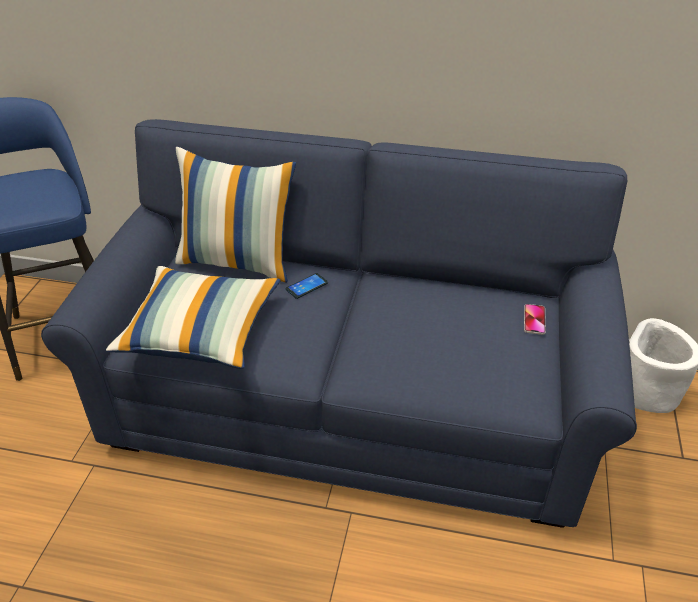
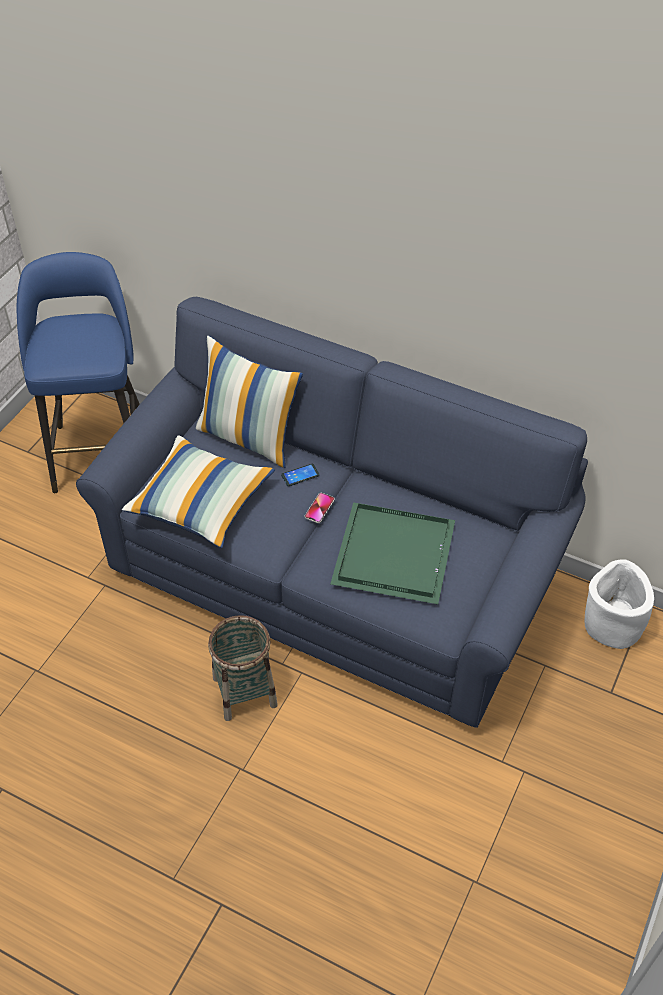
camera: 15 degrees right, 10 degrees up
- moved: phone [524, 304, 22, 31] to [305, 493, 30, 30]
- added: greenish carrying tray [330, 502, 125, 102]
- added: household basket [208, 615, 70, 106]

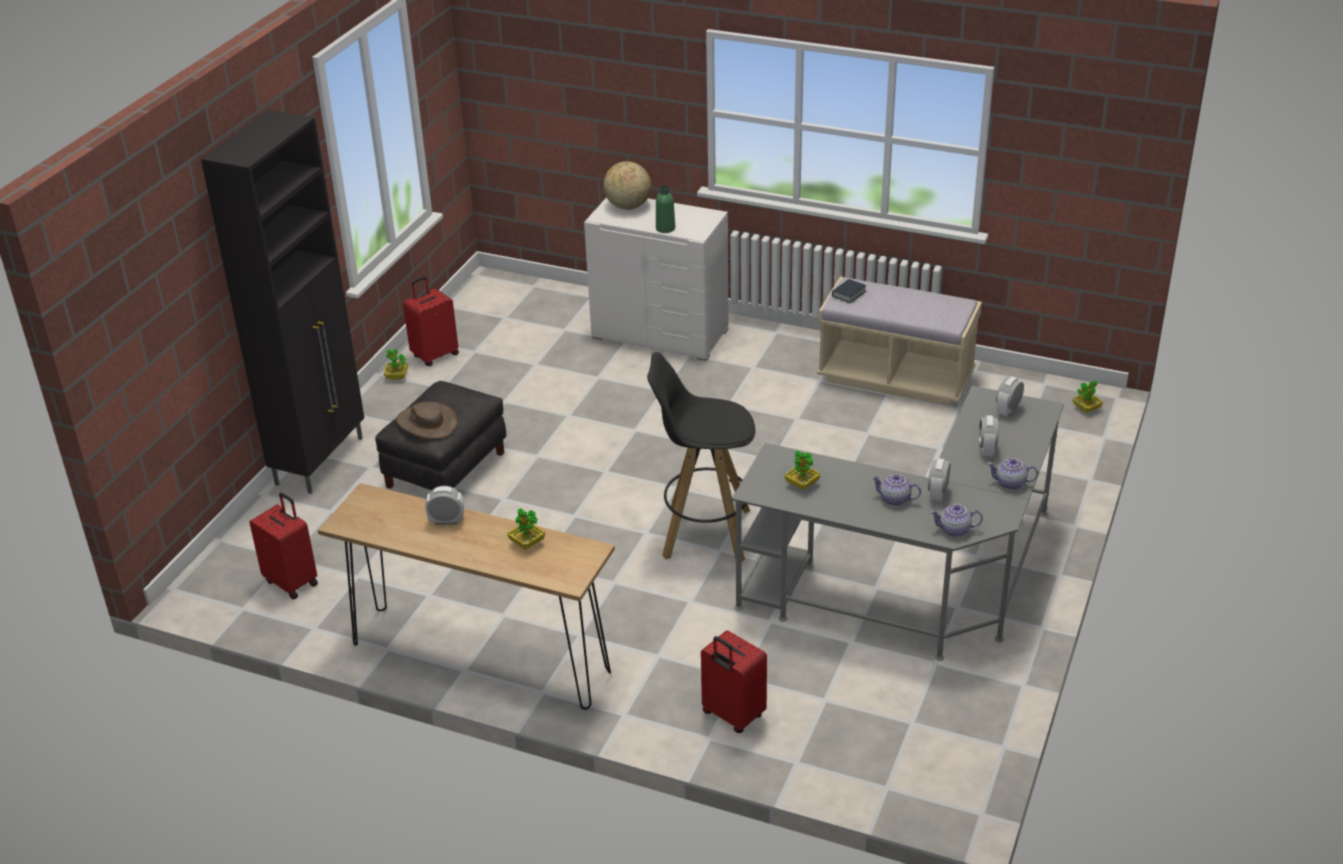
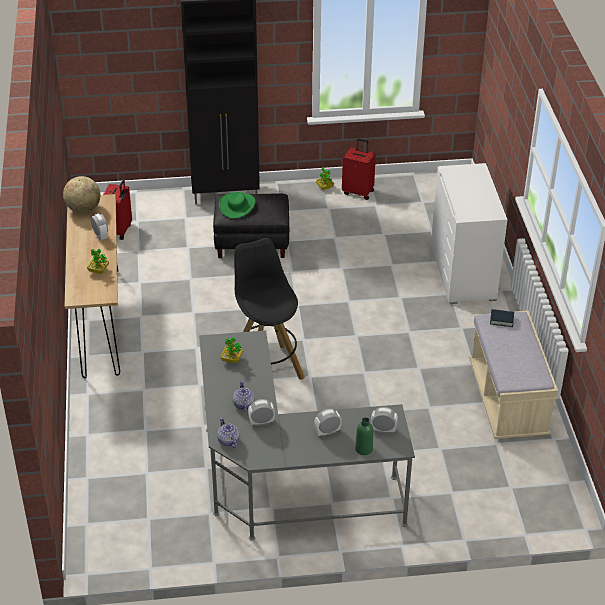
camera: 60 degrees right, 5 degrees up
- moved: desk globe [603, 161, 48, 49] to [63, 176, 37, 37]
- moved: greenish drink bottle [656, 186, 19, 47] to [355, 417, 18, 38]
- removed: houseplant [1073, 380, 30, 33]
- recoloured: brownish wearable hat [396, 402, 61, 37] to greenish wearable hat [219, 192, 37, 27]
- removed: pot for tea [987, 458, 51, 32]
- removed: red-coloured travel case [701, 630, 66, 103]

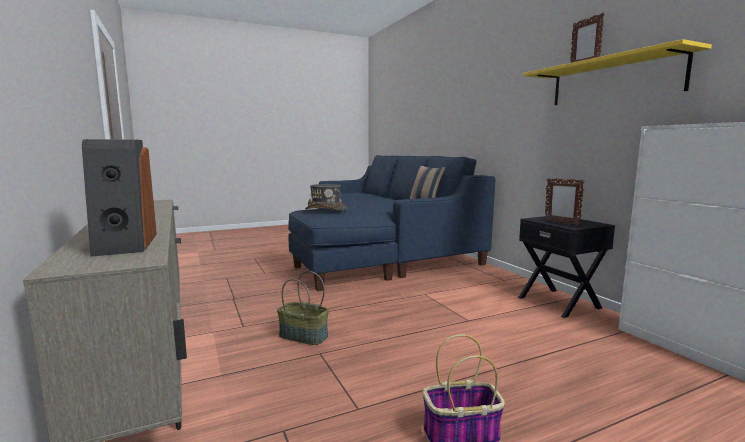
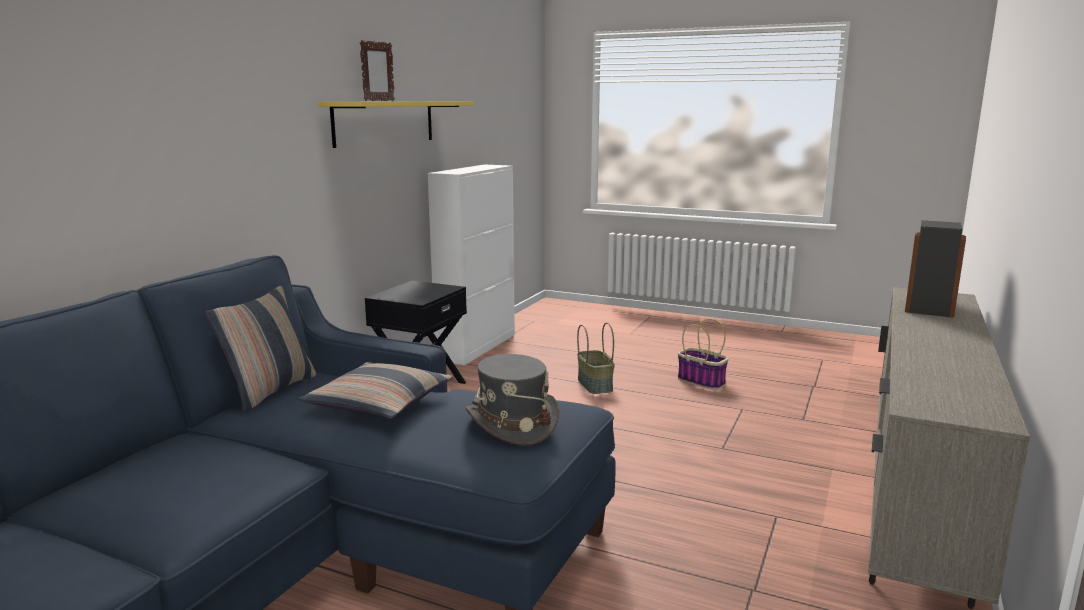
camera: 130 degrees left, 5 degrees up
- removed: standing frame [545, 178, 39, 48]
- moved: household basket [277, 271, 52, 74] to [577, 322, 38, 72]
- added: throw pillow [298, 362, 155, 57]

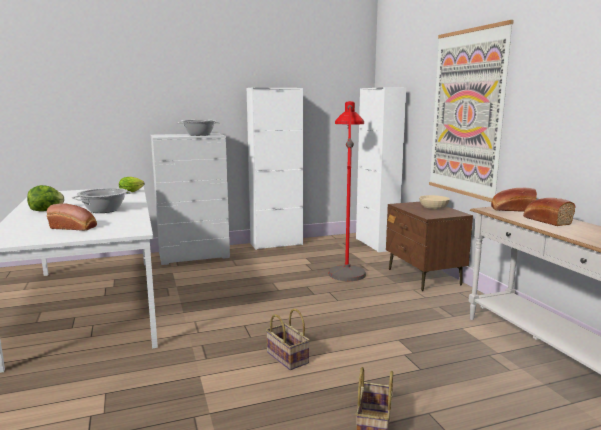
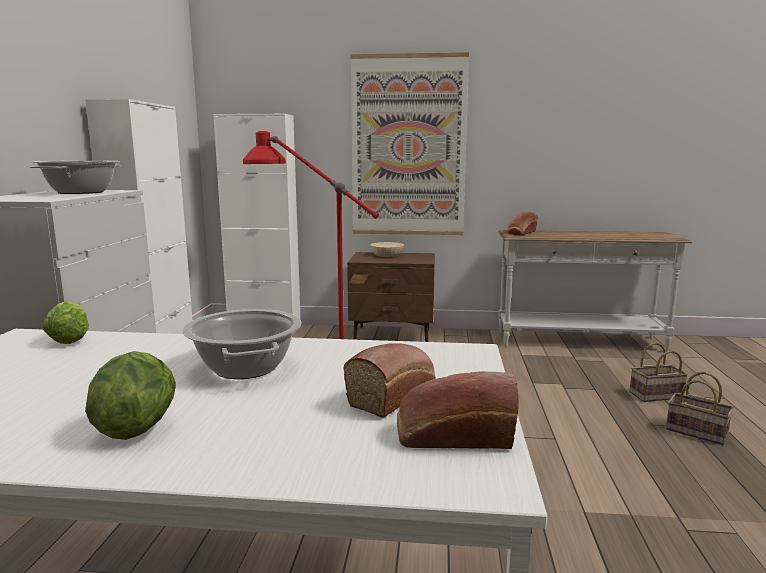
camera: 65 degrees left, 0 degrees up
- moved: bread [523, 198, 53, 28] to [397, 371, 122, 78]
- moved: household basket [266, 308, 44, 62] to [629, 342, 59, 60]

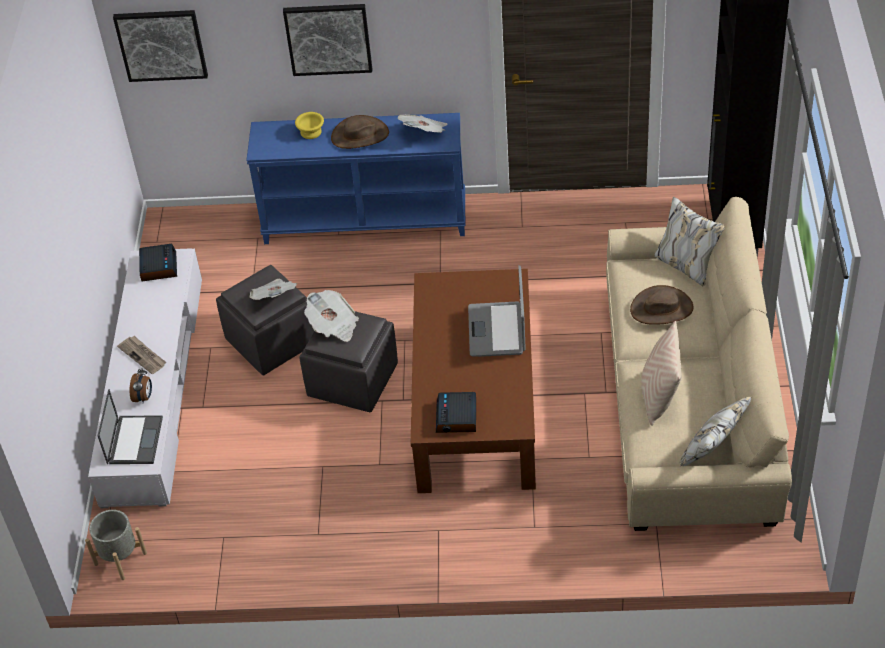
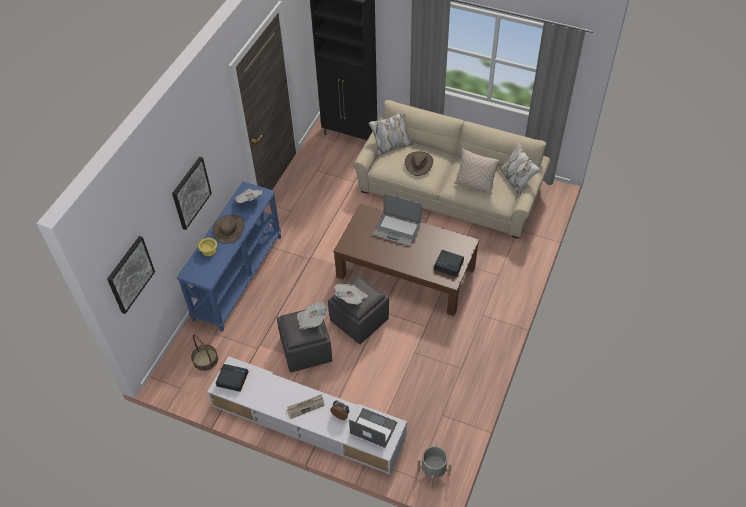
camera: 70 degrees left, 5 degrees up
- added: household basket [191, 335, 27, 36]

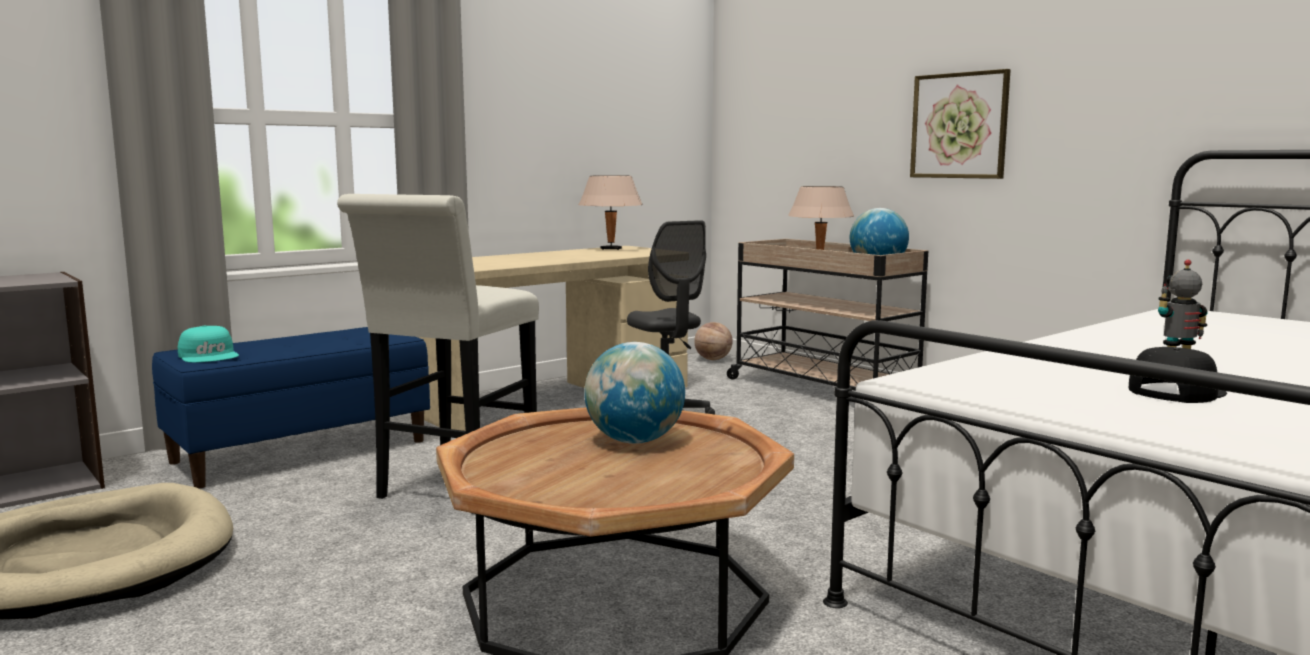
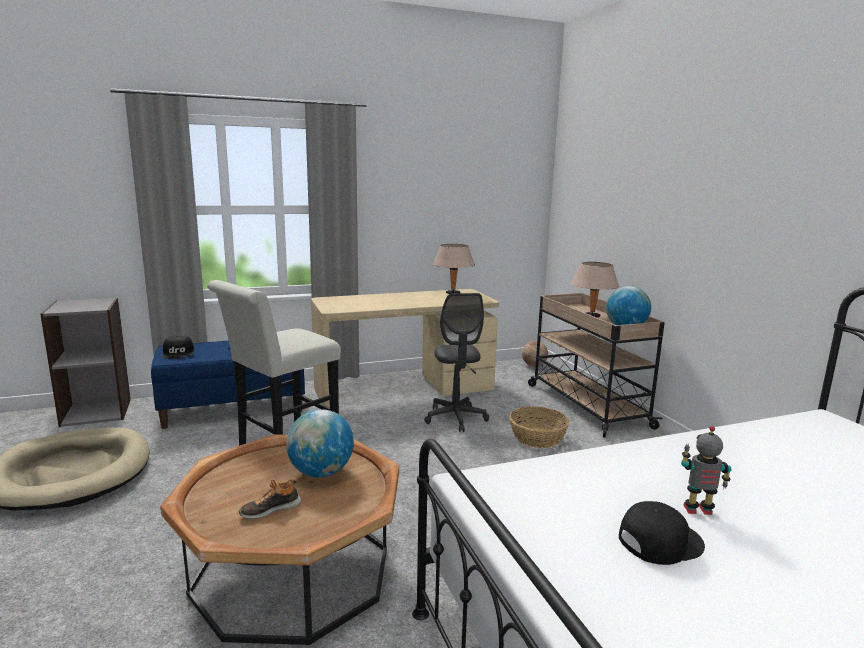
camera: 20 degrees right, 5 degrees up
- removed: wall picture [910, 69, 101, 110]
- recoloured: turquoise-coloured baseball cap [178, 325, 61, 38] to black baseball cap [162, 335, 32, 24]
- added: household basket [509, 406, 60, 42]
- added: low shoe [239, 479, 62, 40]

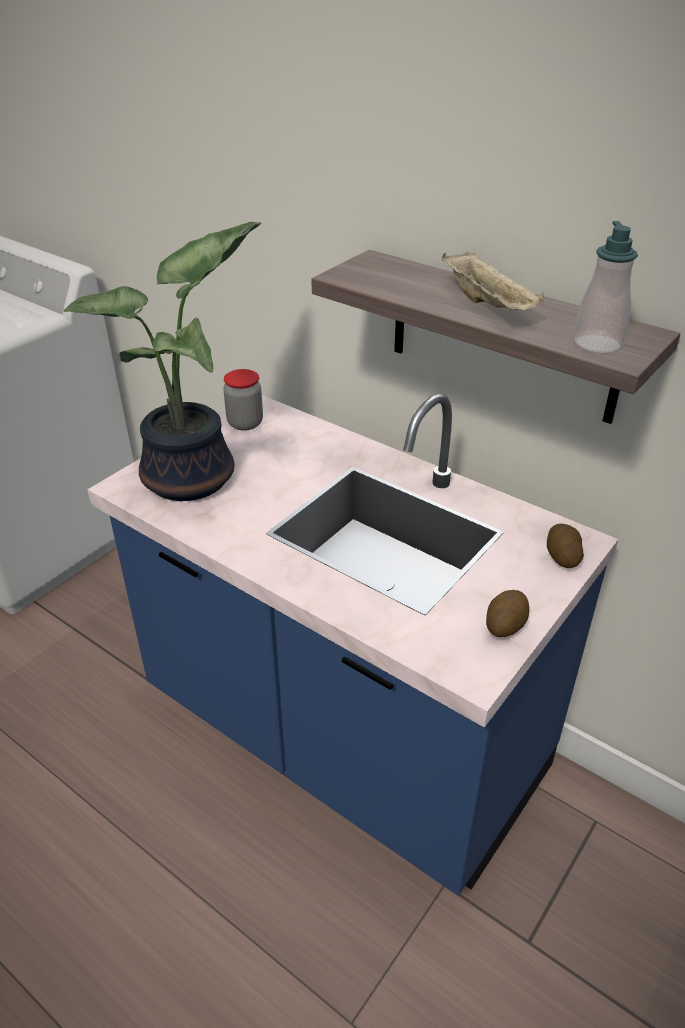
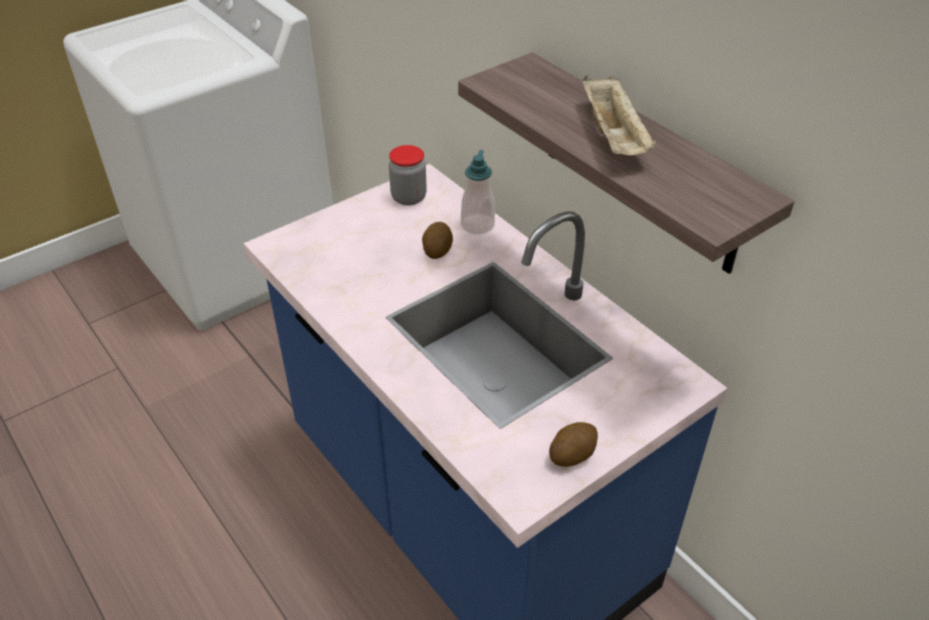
camera: 15 degrees right, 5 degrees up
- moved: liquid soap bottle [574, 221, 64, 132] to [461, 150, 34, 84]
- removed: houseplant [63, 222, 198, 279]
- moved: spud [547, 524, 37, 44] to [422, 222, 31, 37]

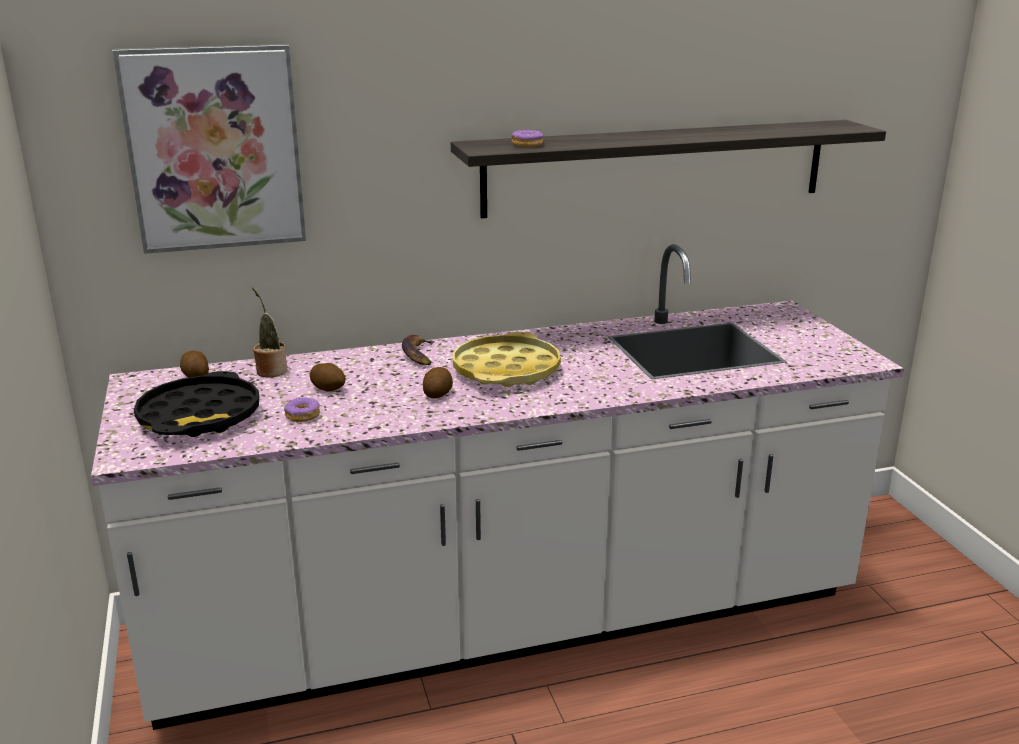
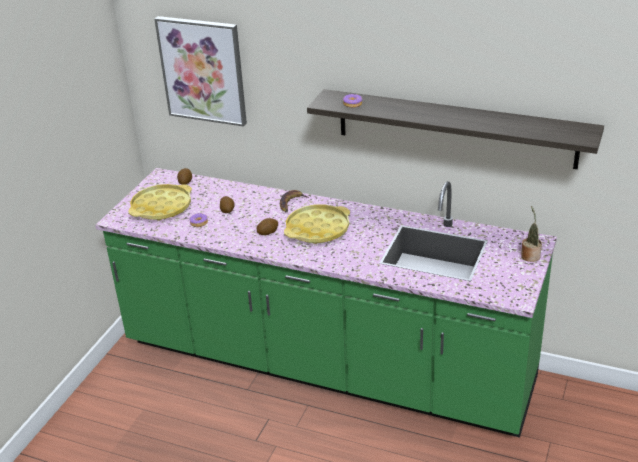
camera: 40 degrees right, 10 degrees up
- recoloured: white kitchen counter [91, 244, 813, 486] to greenish kitchen counter [95, 168, 462, 270]
- moved: houseplant [252, 287, 35, 90] to [521, 206, 21, 56]
- recoloured: black carrying tray [134, 371, 125, 66] to yellow carrying tray [128, 184, 64, 37]

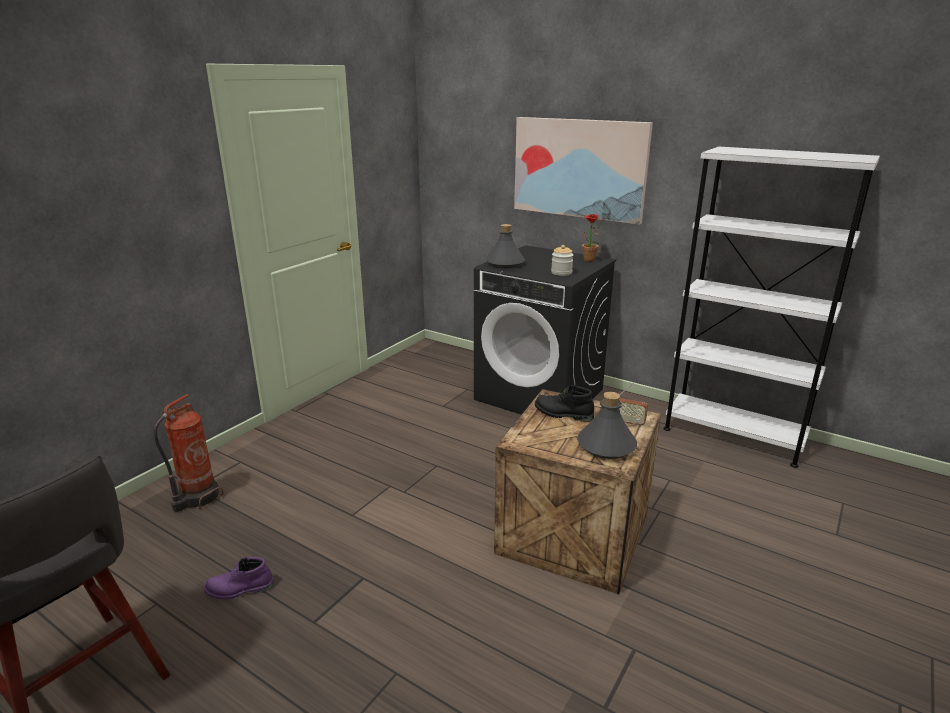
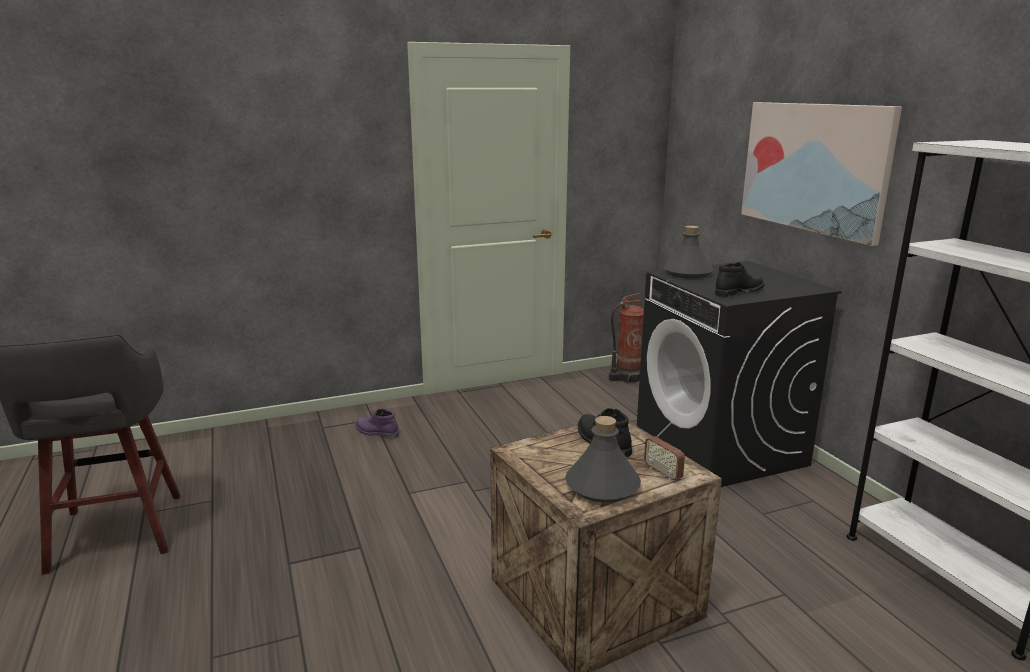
camera: 35 degrees right, 5 degrees down
- removed: houseplant [574, 214, 27, 47]
- replaced: preserve jar [551, 245, 22, 31] to black boot [715, 262, 50, 35]
- moved: fire extinguisher [154, 395, 70, 117] to [609, 293, 35, 91]
- moved: purplish boot [204, 557, 70, 42] to [355, 408, 44, 31]

